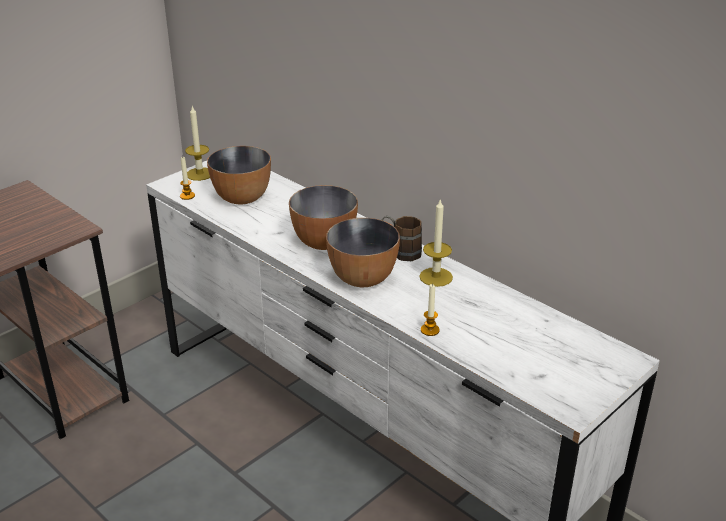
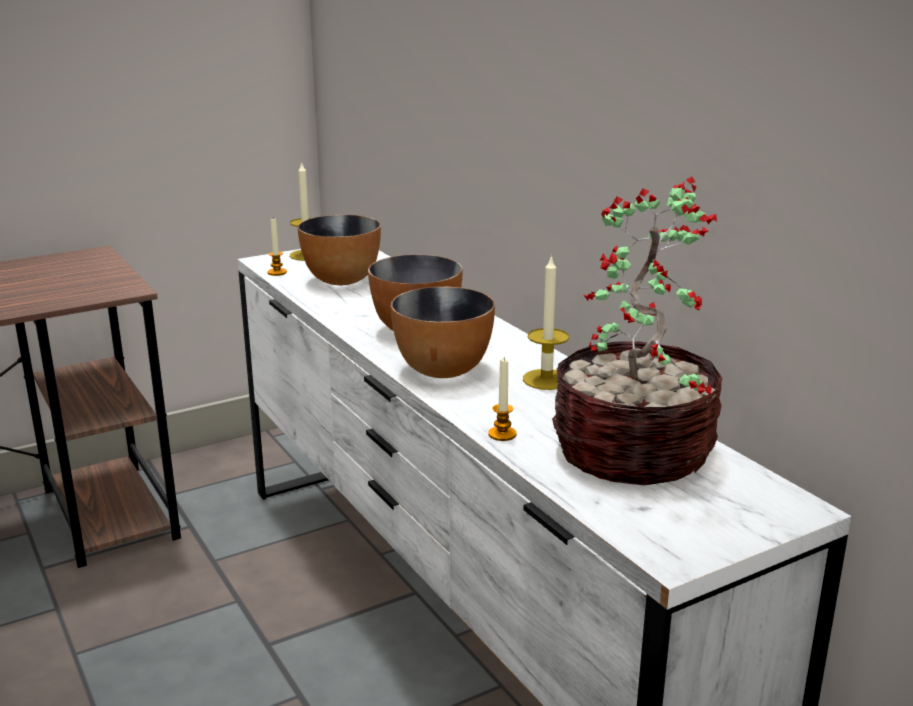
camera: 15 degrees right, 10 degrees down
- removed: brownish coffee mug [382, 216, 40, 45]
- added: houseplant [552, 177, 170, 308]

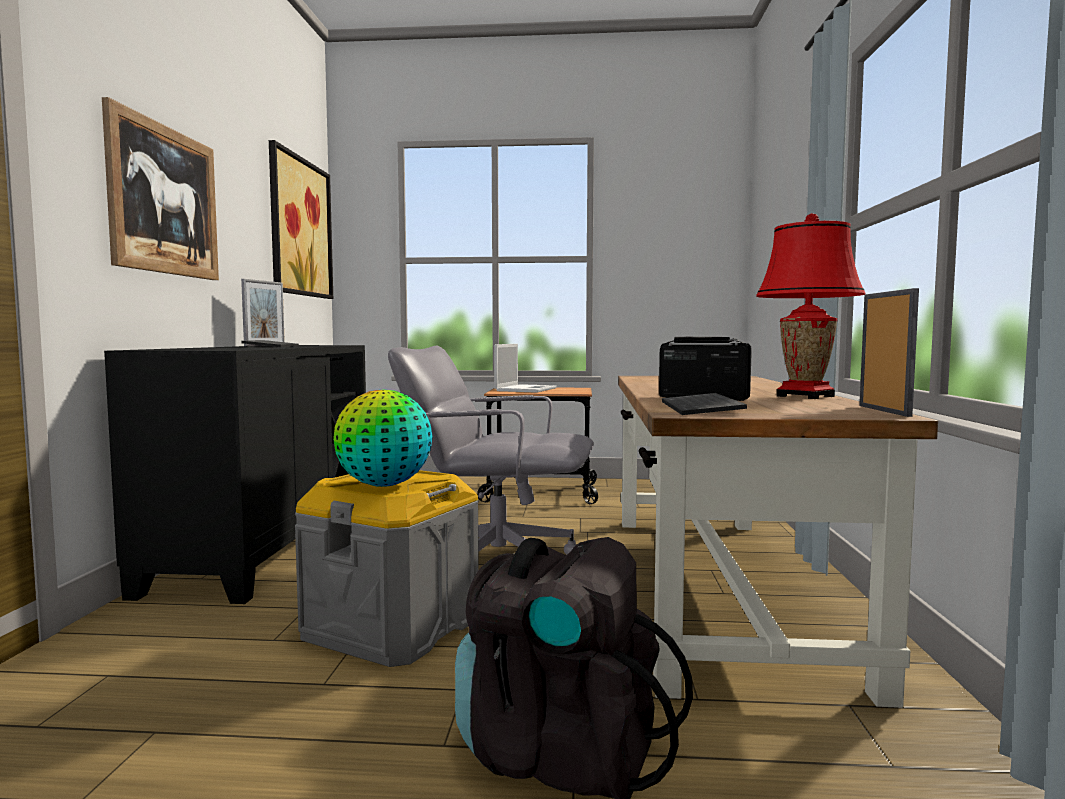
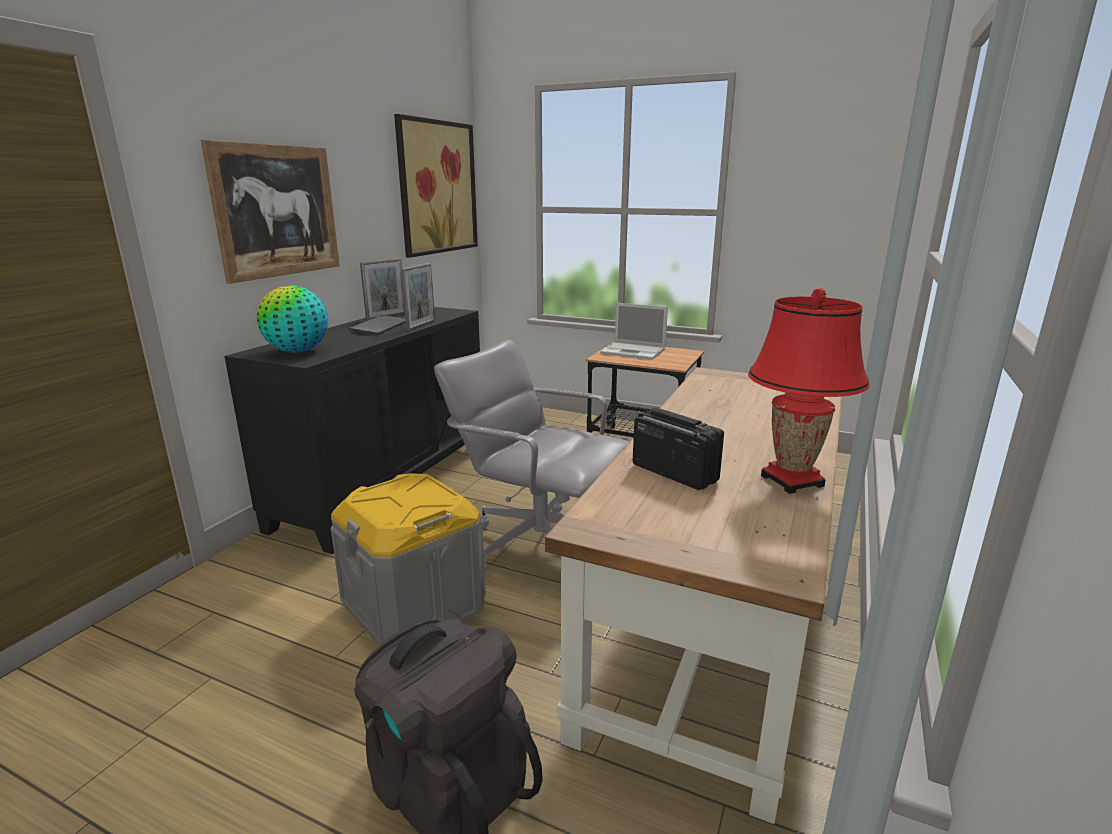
camera: 20 degrees right, 15 degrees up
- moved: standing frame [859, 288, 60, 129] to [401, 263, 34, 68]
- turned: laptop [494, 344, 63, 49] = [600, 303, 68, 57] 75 degrees clockwise
- moved: desk globe [333, 389, 100, 98] to [257, 286, 71, 67]
- removed: computer keyboard [662, 393, 85, 22]

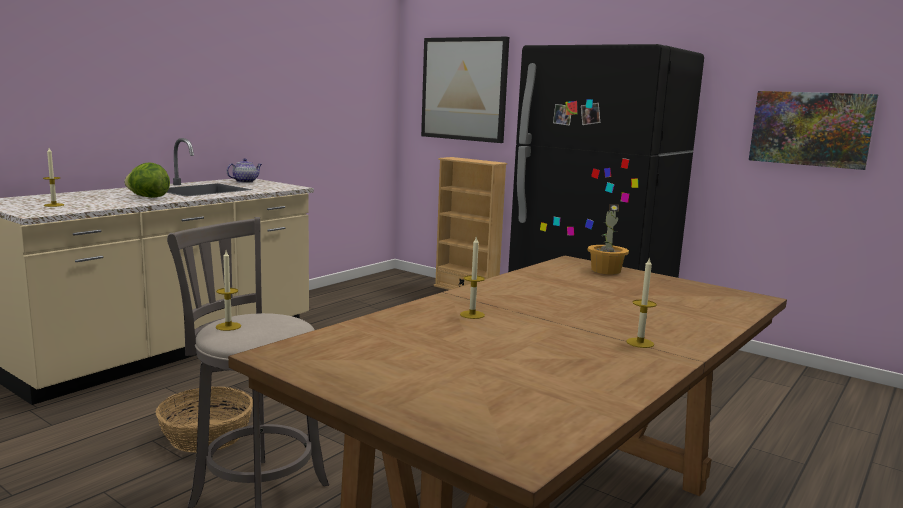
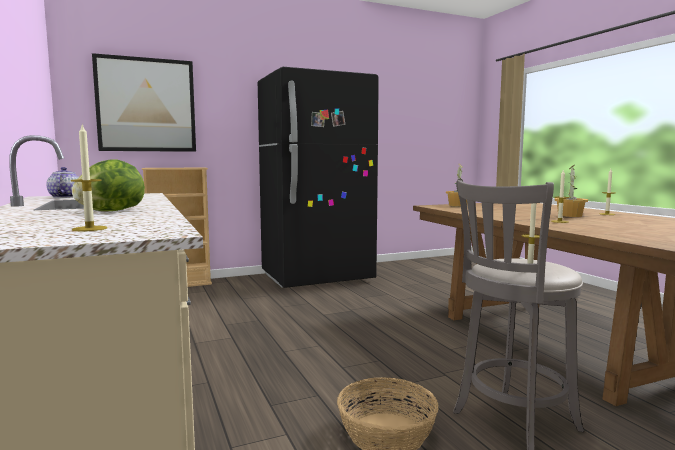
camera: 60 degrees left, 5 degrees down
- removed: wall picture [749, 91, 129, 79]
- added: houseplant [554, 165, 34, 52]

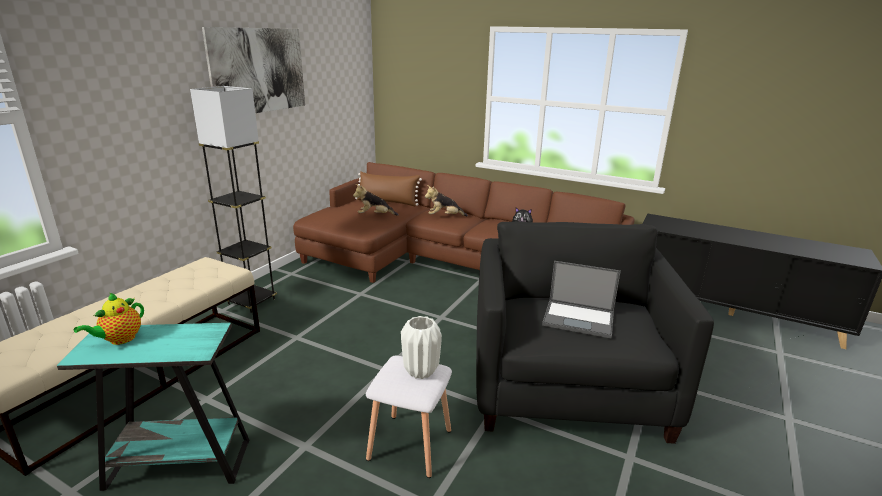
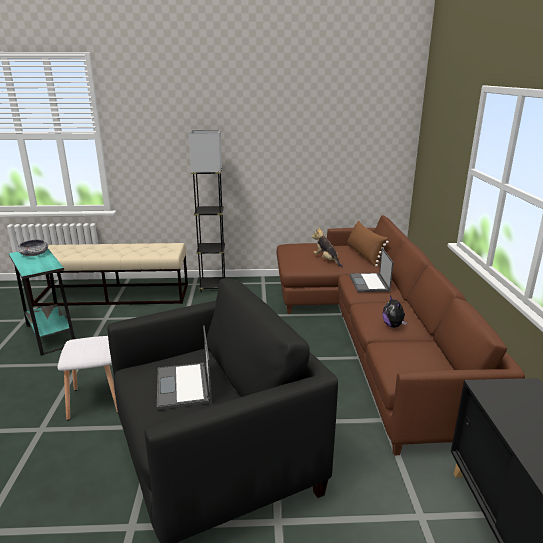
camera: 60 degrees right, 0 degrees up
- removed: wall picture [202, 27, 103, 86]
- replaced: plush toy [425, 185, 43, 31] to laptop [349, 247, 45, 45]
- replaced: pot for tea [74, 293, 70, 52] to serving bowl [17, 240, 31, 16]
- removed: white decorative vase [401, 316, 41, 63]

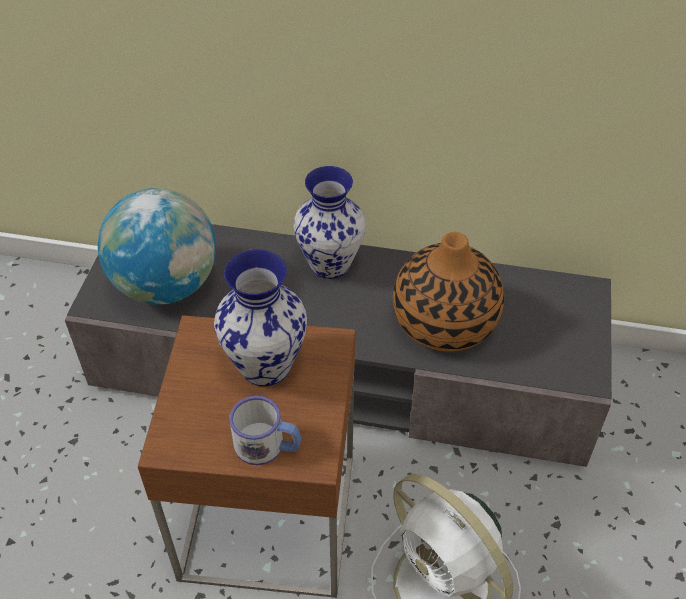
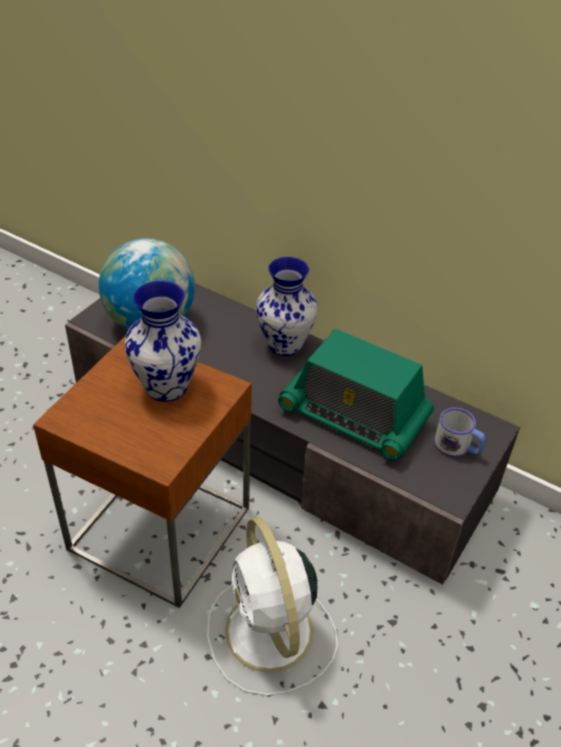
camera: 20 degrees right, 5 degrees down
- replaced: decorative vase [393, 232, 111, 120] to radio receiver [278, 329, 156, 131]
- moved: coffee mug [229, 396, 72, 69] to [434, 407, 52, 50]

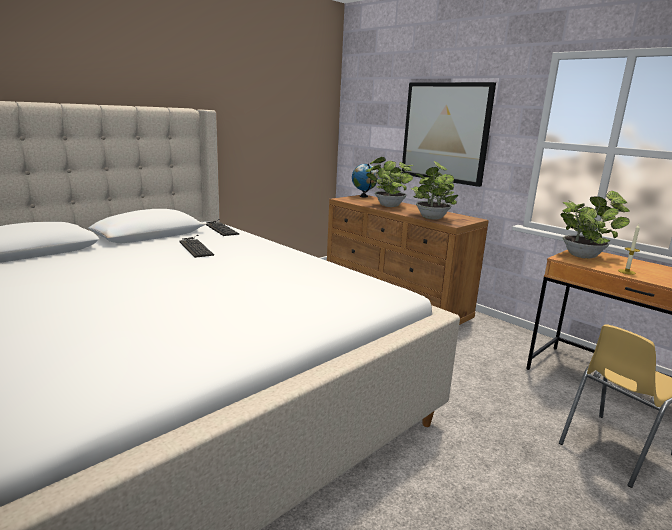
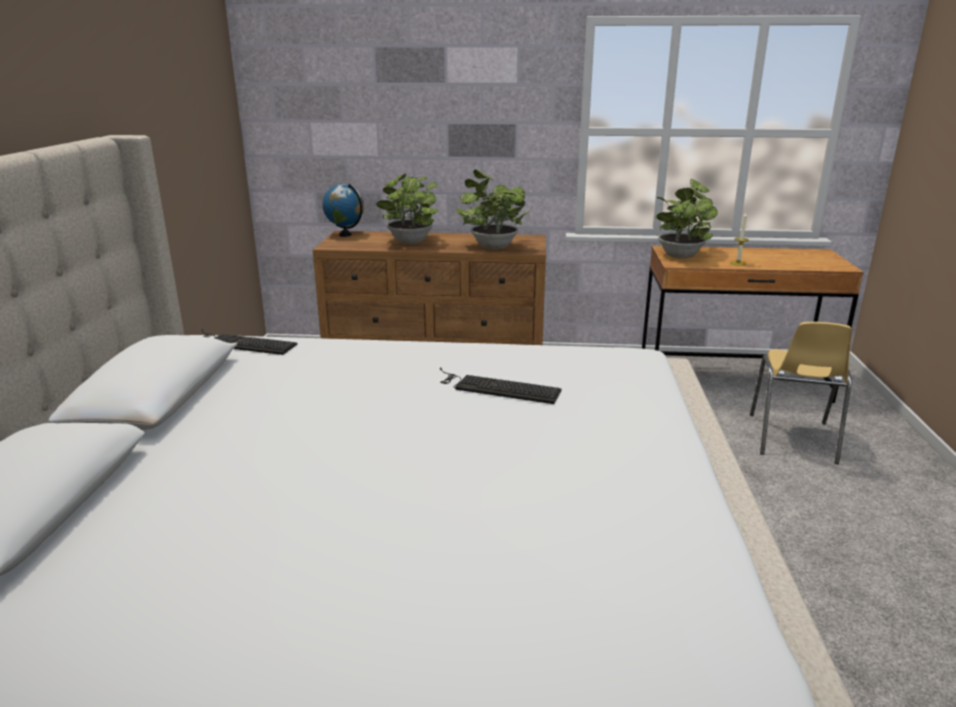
camera: 40 degrees left, 5 degrees up
- removed: wall picture [401, 82, 95, 105]
- moved: computer keyboard [179, 235, 35, 23] to [440, 367, 122, 37]

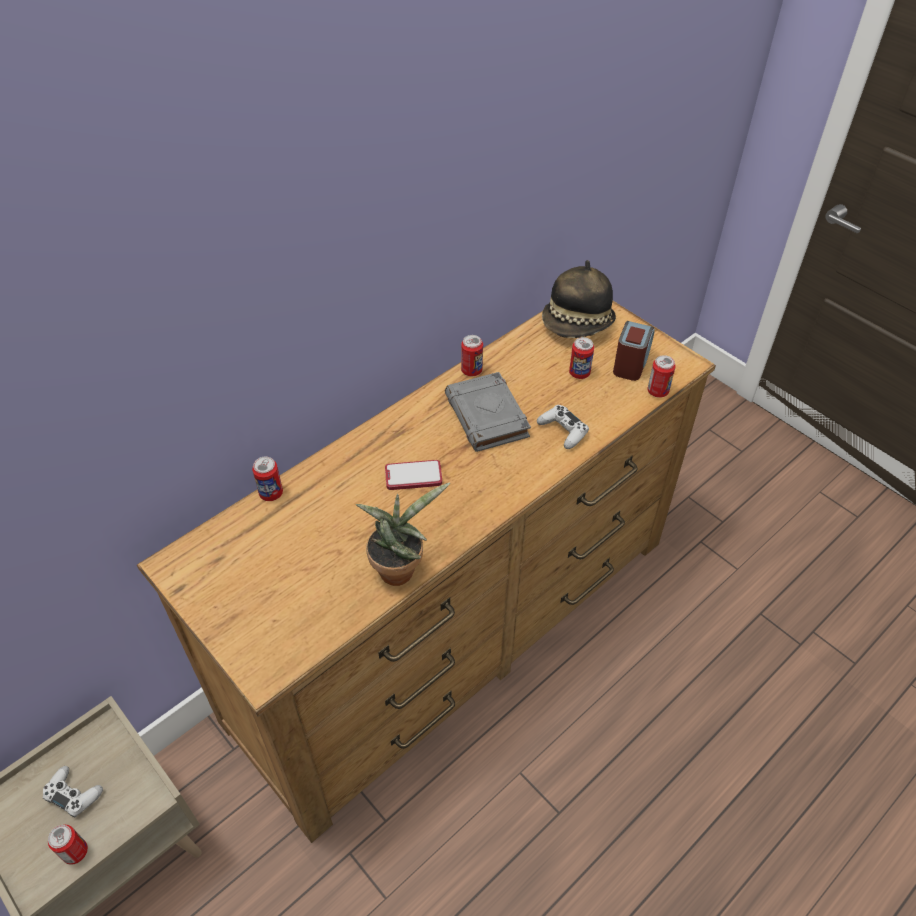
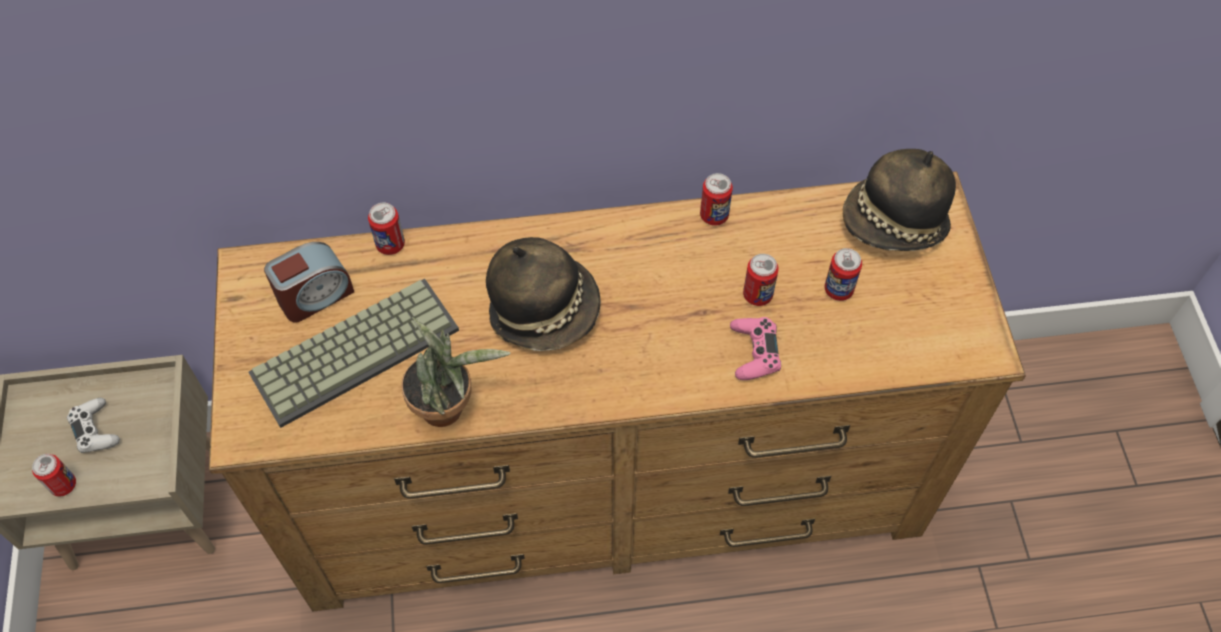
camera: 35 degrees right, 10 degrees up
- moved: bedside clock [613, 321, 42, 60] to [264, 242, 90, 80]
- moved: metal can [647, 355, 29, 43] to [743, 254, 36, 52]
- removed: grey volume [445, 372, 86, 80]
- recoloured: white joypad [537, 405, 52, 44] to pink joypad [730, 317, 51, 63]
- replaced: phone [385, 460, 57, 30] to wearable hat [486, 237, 115, 114]
- added: computer keyboard [248, 279, 211, 149]

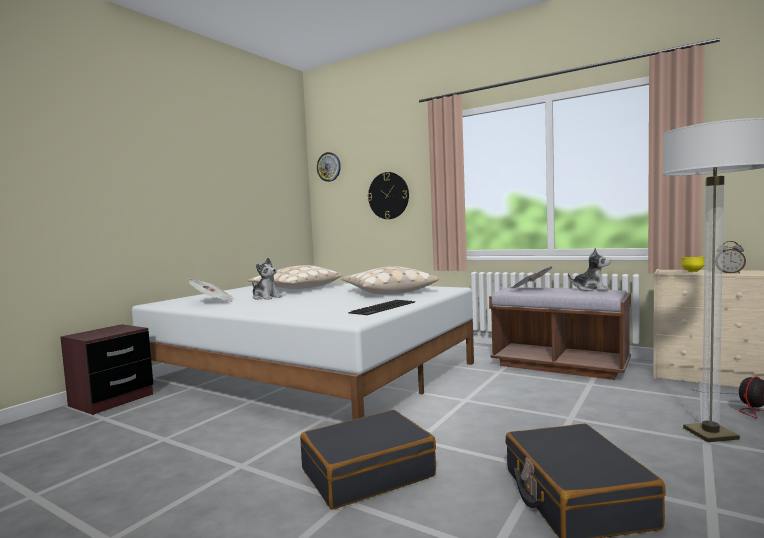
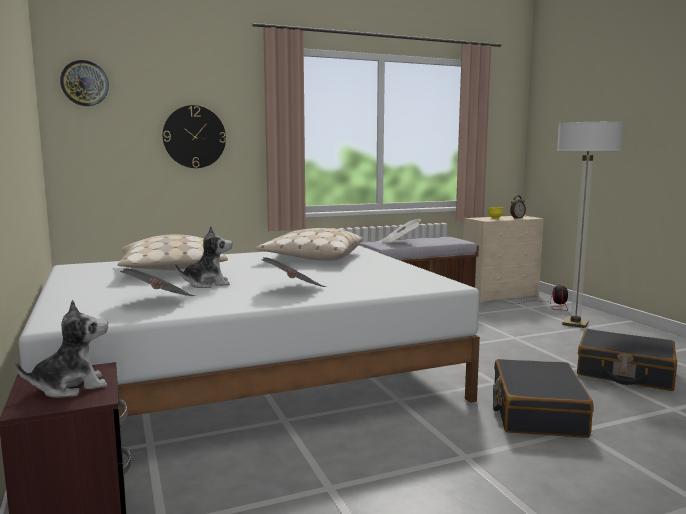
camera: 55 degrees left, 5 degrees up
- moved: plush toy [568, 248, 43, 43] to [16, 300, 92, 98]
- removed: computer keyboard [349, 300, 66, 15]
- added: printed paper [262, 257, 64, 30]

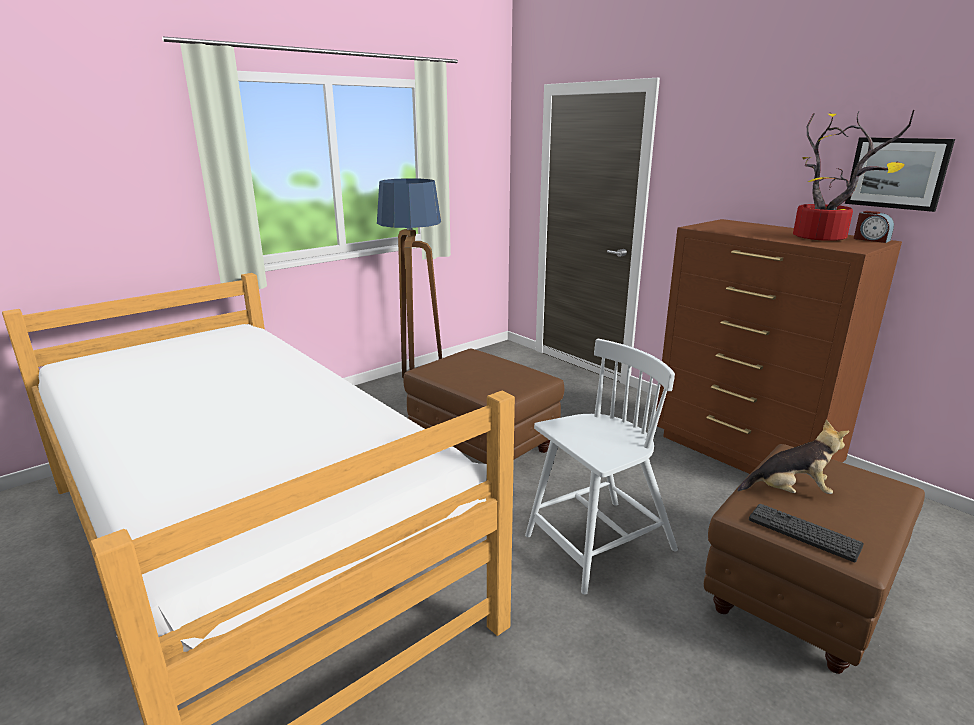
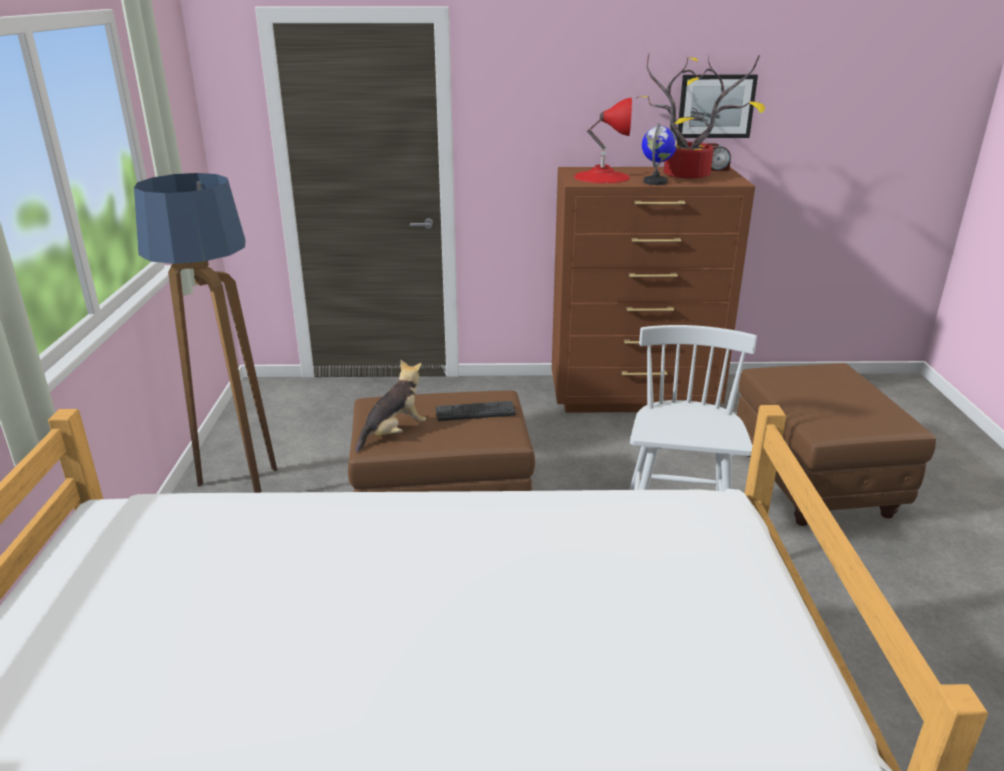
camera: 50 degrees left, 5 degrees up
- moved: plush toy [737, 420, 112, 74] to [356, 360, 70, 92]
- moved: computer keyboard [749, 504, 115, 58] to [436, 401, 80, 20]
- added: red-coloured table lamp [574, 97, 58, 87]
- added: desk globe [642, 123, 35, 62]

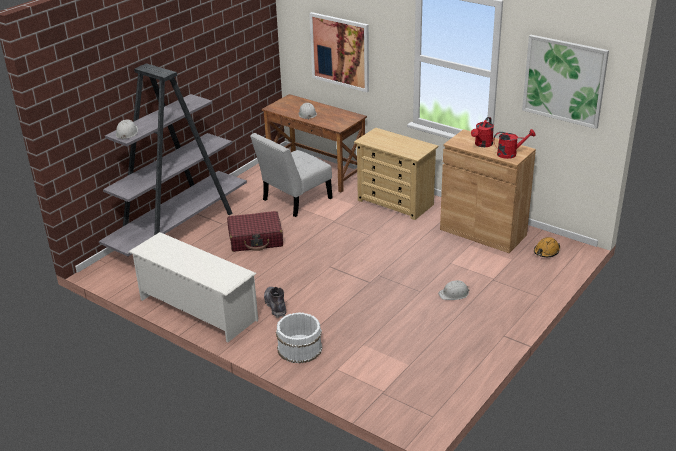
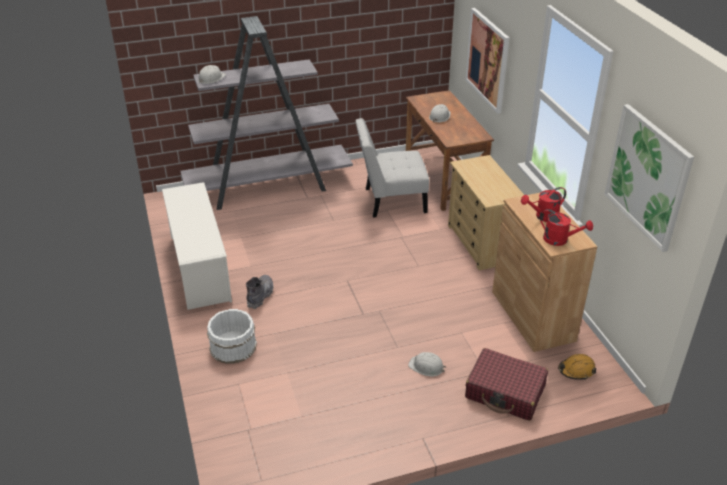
camera: 35 degrees right, 5 degrees up
- moved: red-coloured travel case [227, 211, 56, 41] to [465, 348, 83, 73]

